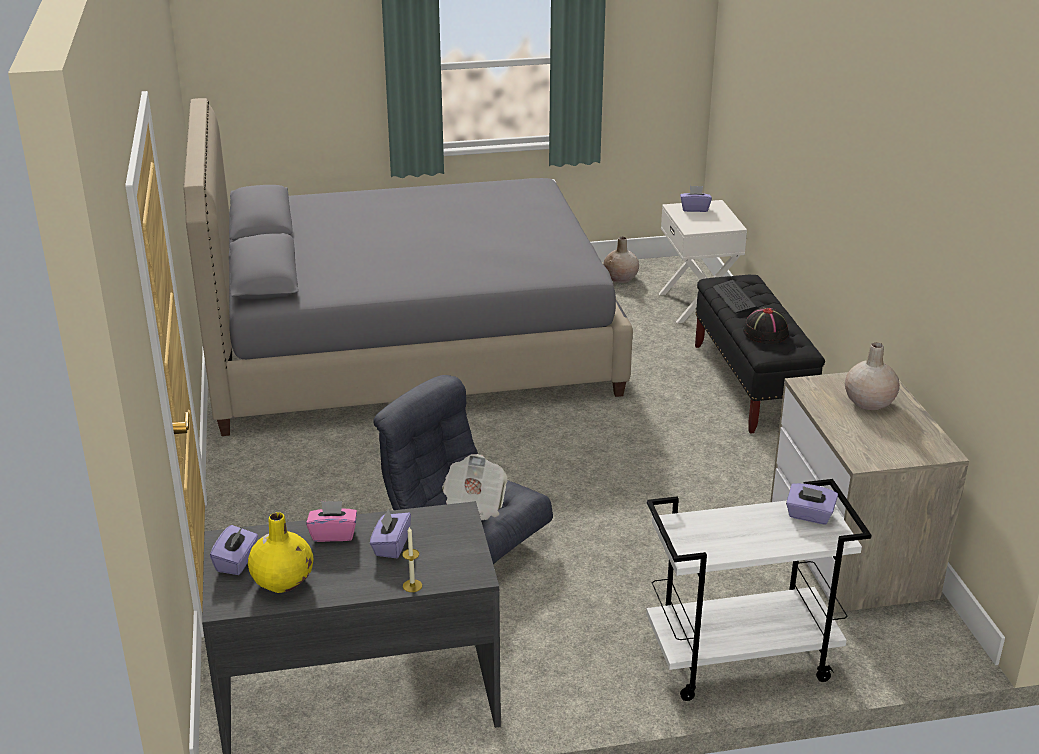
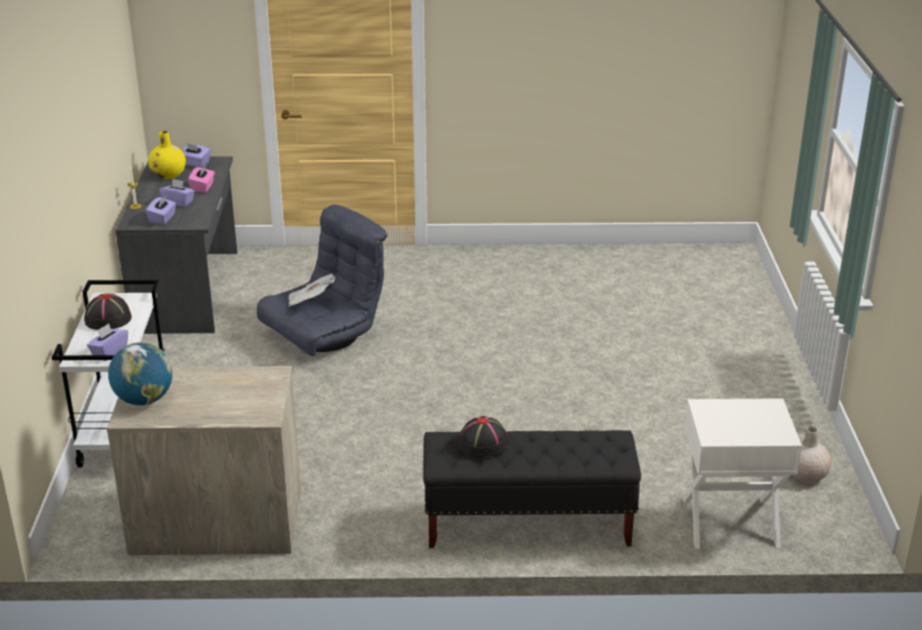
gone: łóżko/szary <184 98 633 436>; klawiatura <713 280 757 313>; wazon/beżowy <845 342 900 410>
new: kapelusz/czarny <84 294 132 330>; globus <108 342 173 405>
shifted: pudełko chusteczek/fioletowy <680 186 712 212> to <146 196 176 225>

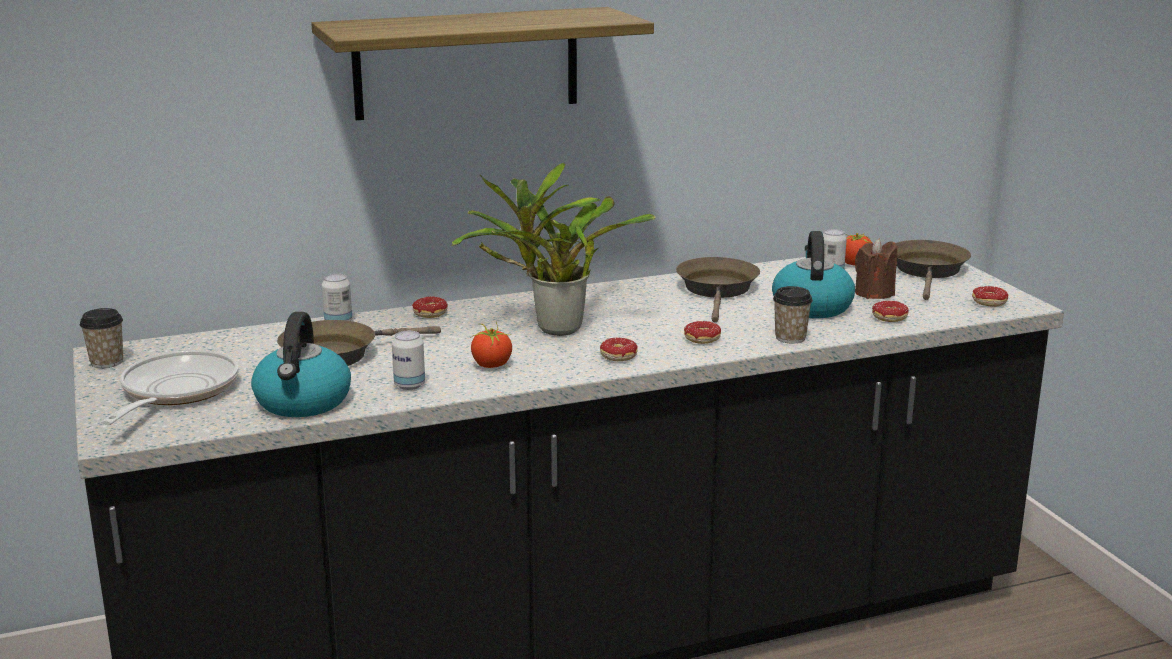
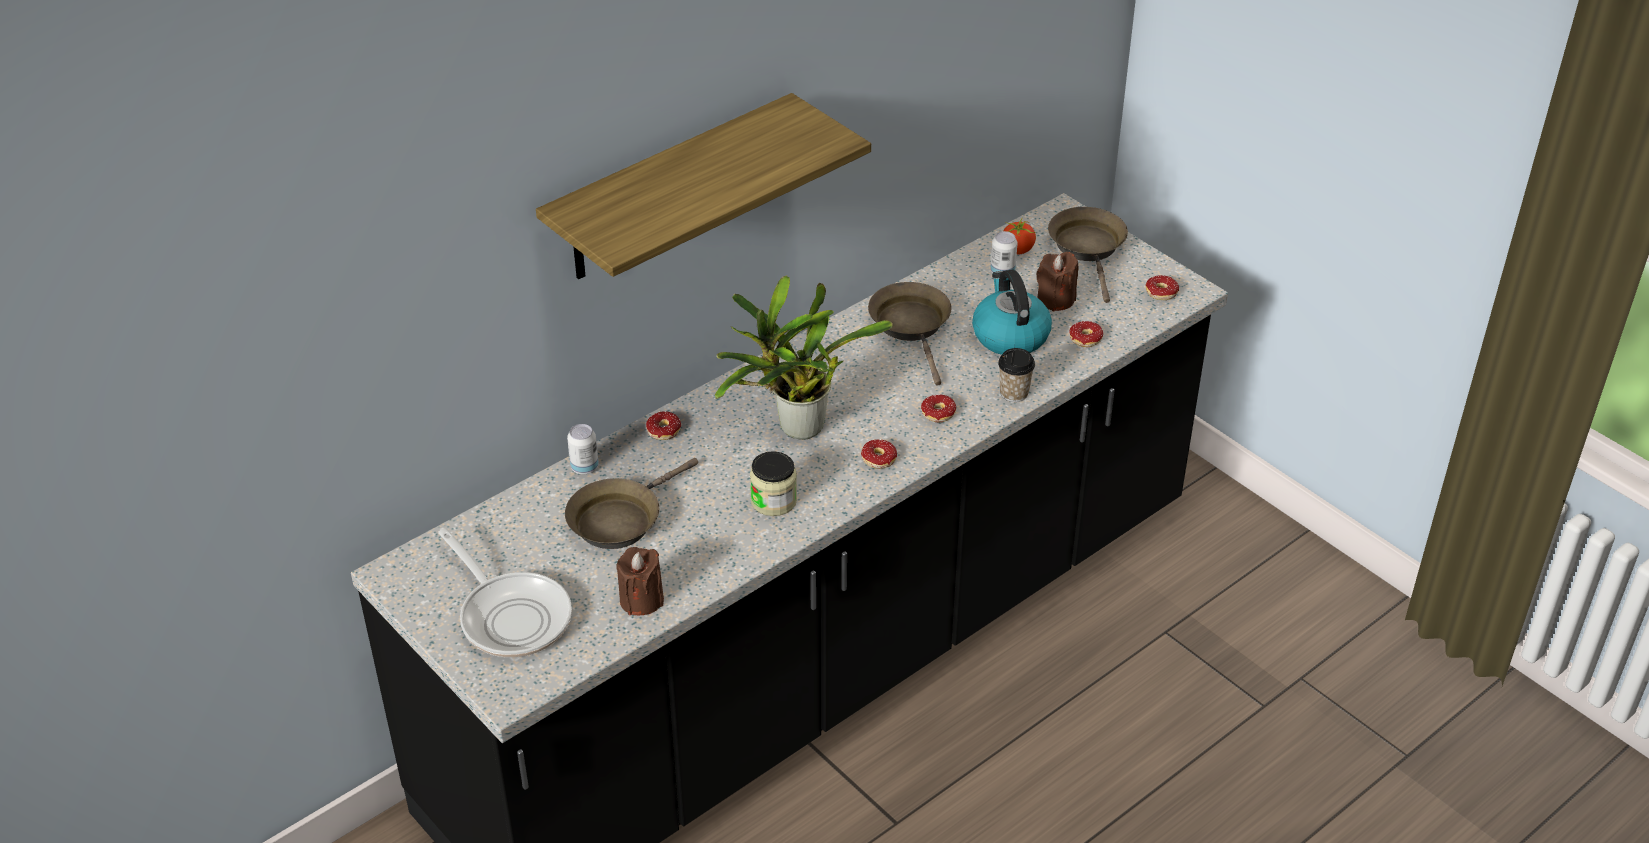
gone: filiżanka <80 308 123 368>; puszka <392 331 425 390>
swapped: czajnik <251 312 351 417> to świeca/brązowy <616 547 664 615>; pomidor <471 321 512 368> to słoik <750 451 797 516>
rotated: patelnia <101 350 239 425> = <438 528 572 657> 150 degrees clockwise

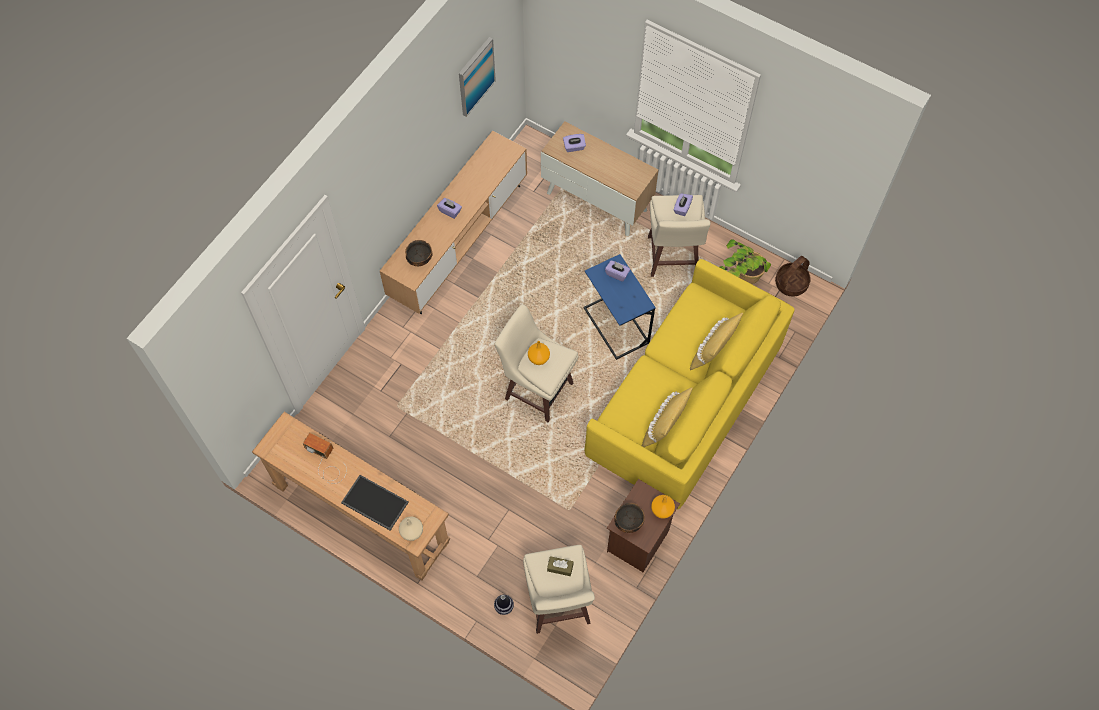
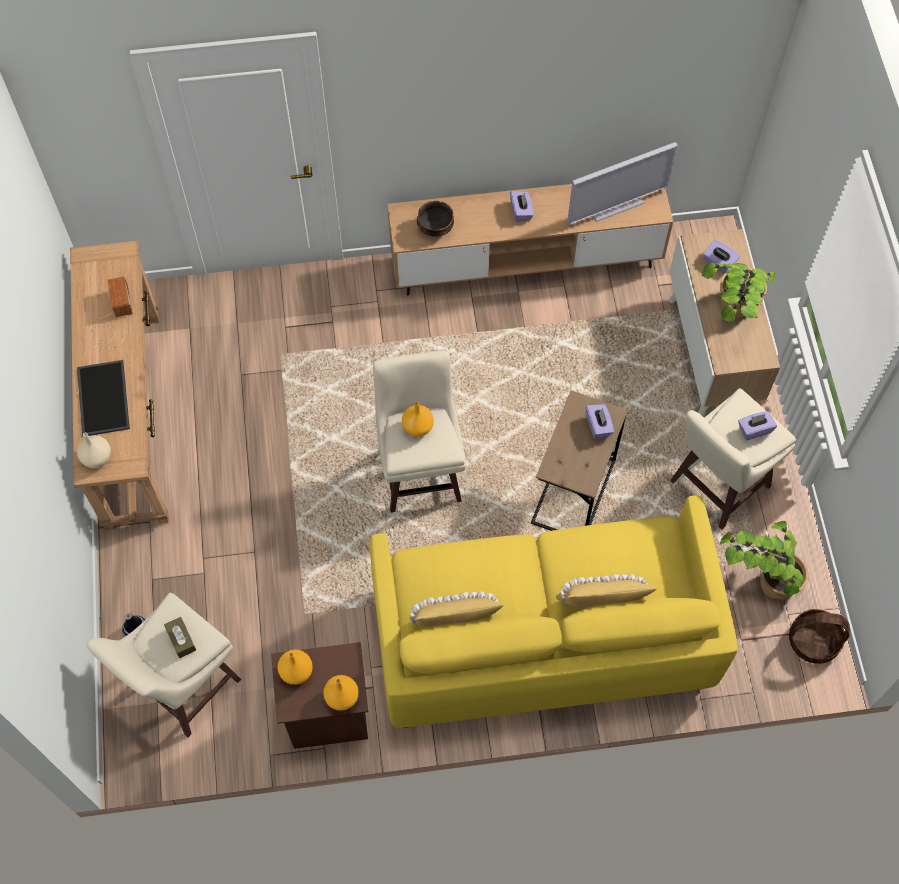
gone: obraz <459 37 496 117>
new: telewizor <567 142 677 225>; roślina doniczkowa <701 263 776 322>
swapped: miska <614 503 645 533> to wazon/pomarańczowy <277 650 313 685>
repainted: stolik/niebieski <583 254 656 360> to stolik/brązowy <531 390 628 531>

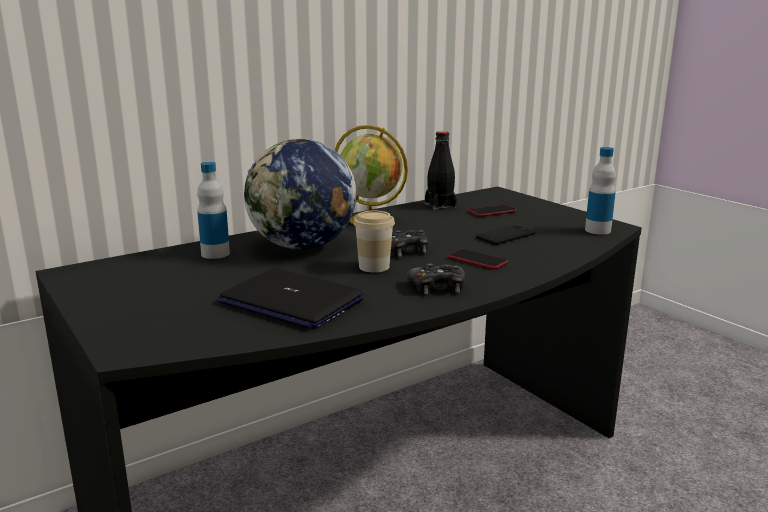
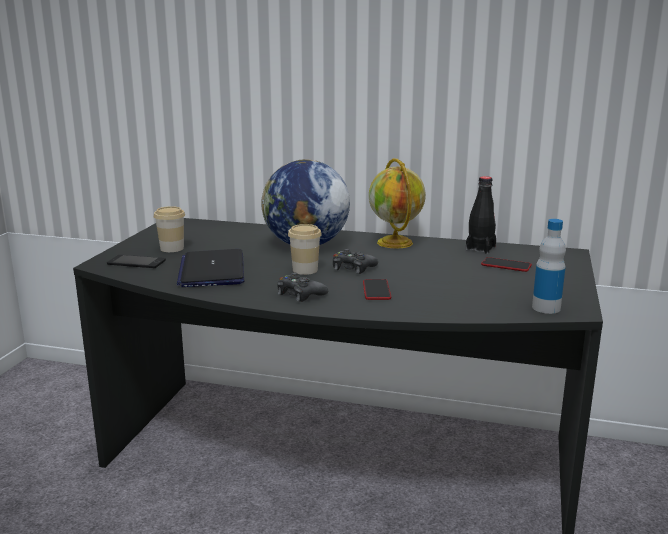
gone: butelka <197 162 230 259>
new: filiżanka <154 206 185 252>
shifted: telefon <476 225 536 245> to <107 255 166 268>

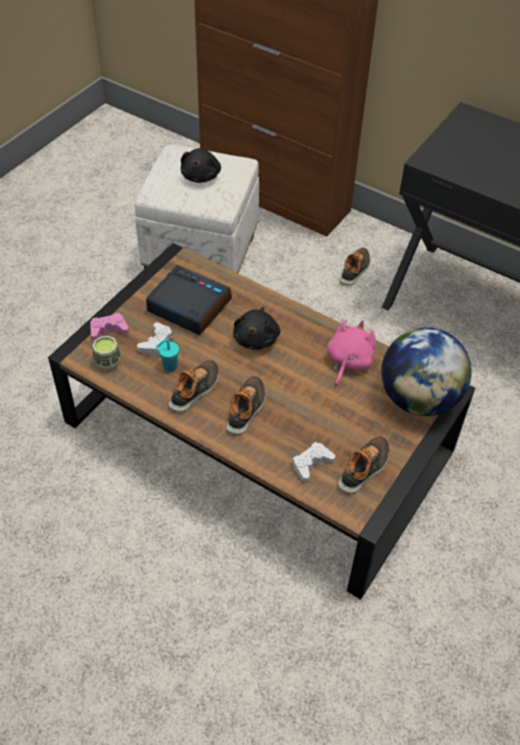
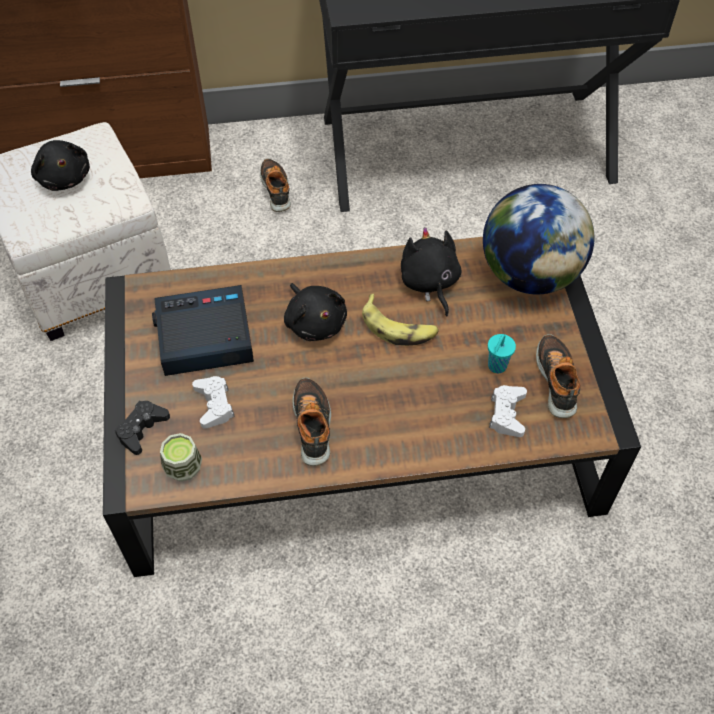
gone: but <226 375 266 435>
new: banan <362 294 439 346>
shifted: filiżanka/turkusowy <156 339 179 372> to <488 334 516 373>
repainted: pad do gier/różowy <90 313 129 340> to pad do gier/czarny <115 401 170 455>; pluszak/różowy <327 320 376 386> to pluszak/czarny <401 227 462 316>

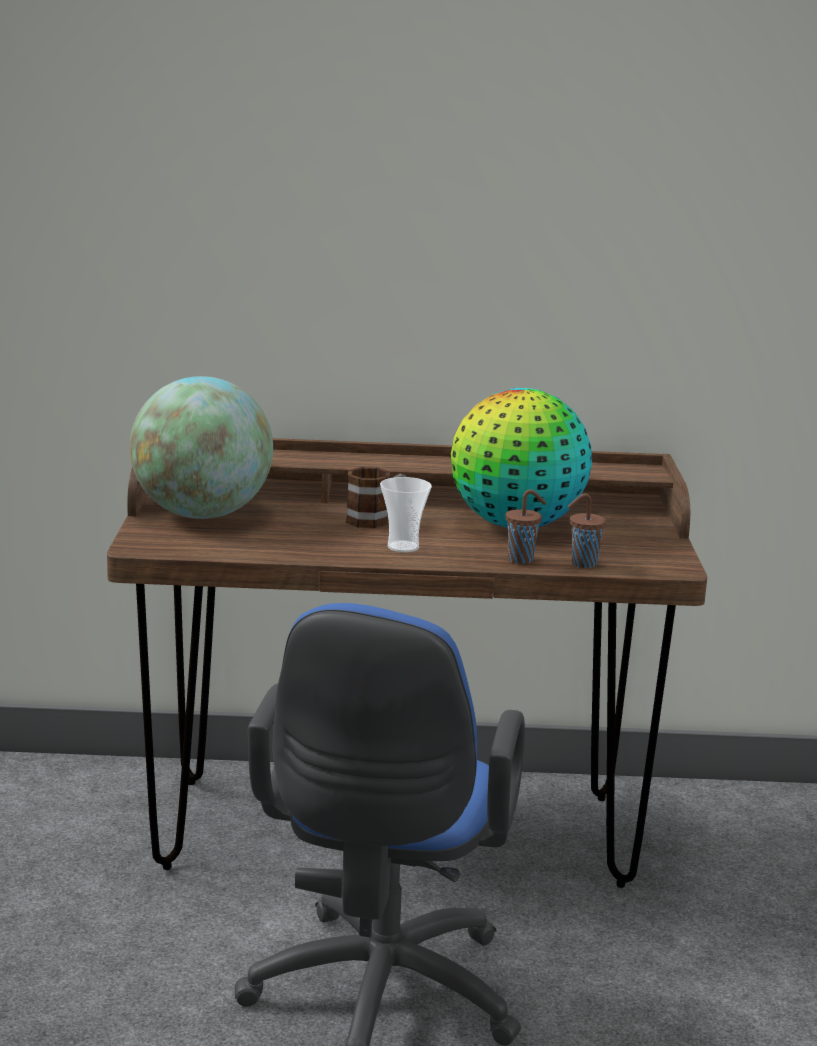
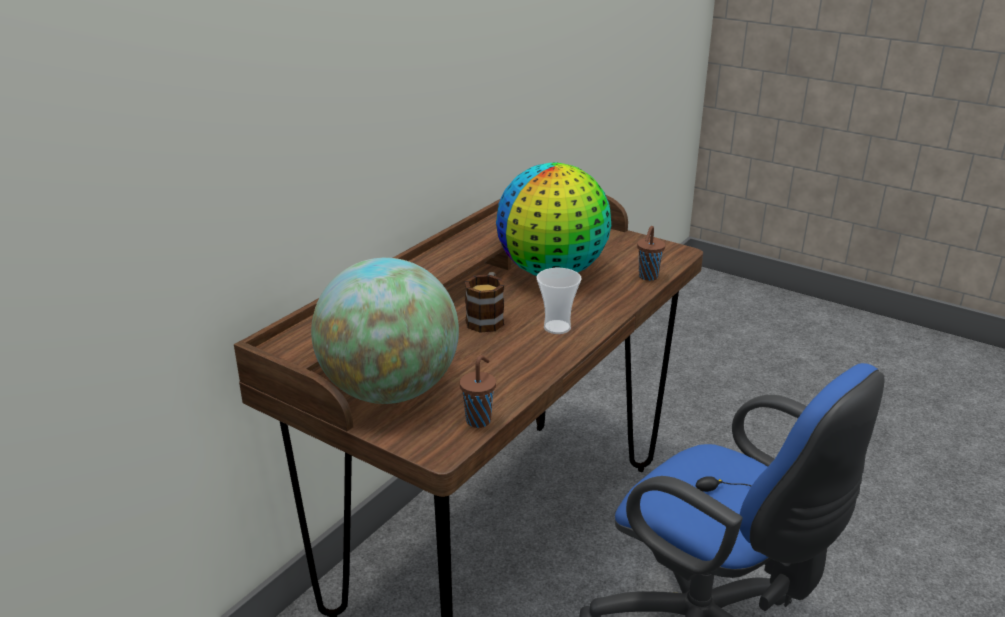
shifted: filiżanka/brązowy <506 489 546 564> to <460 355 496 428>

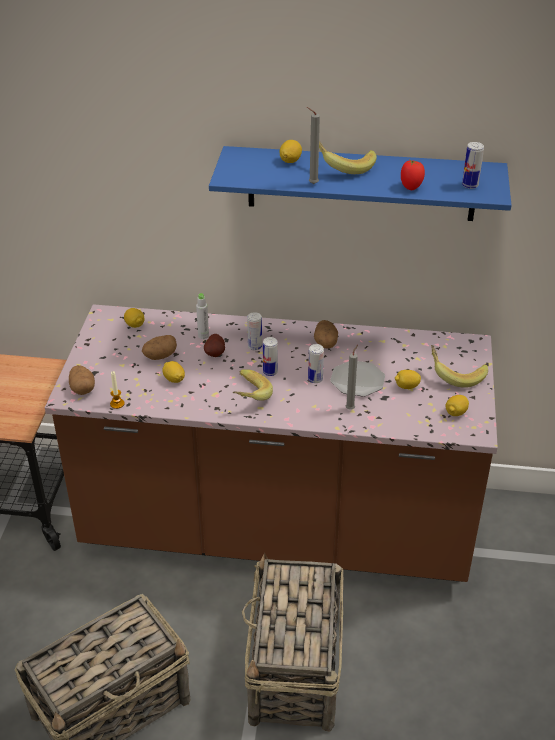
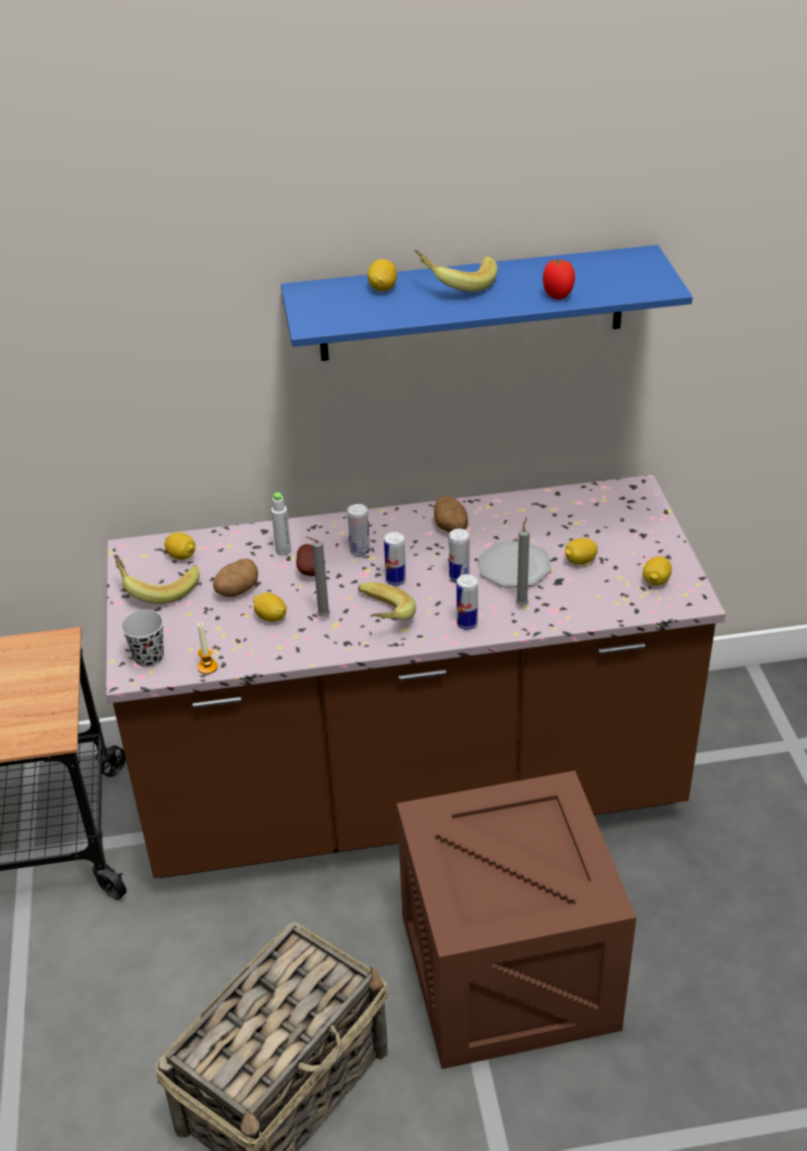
shifted: banan <431 345 488 388> to <114 555 199 604>; świeca/szary <307 107 320 184> to <306 536 330 617>; puszka <462 142 484 189> to <456 574 478 630>
swapped: ziemniak <69 365 95 395> to filiżanka/czarny <121 610 164 667>; koszyk <242 553 343 732> to skrzynka <397 771 636 1069>

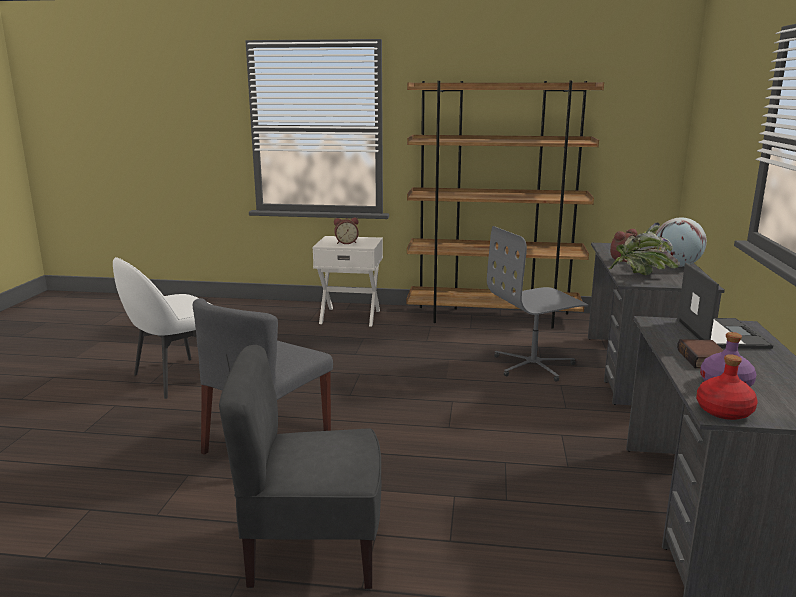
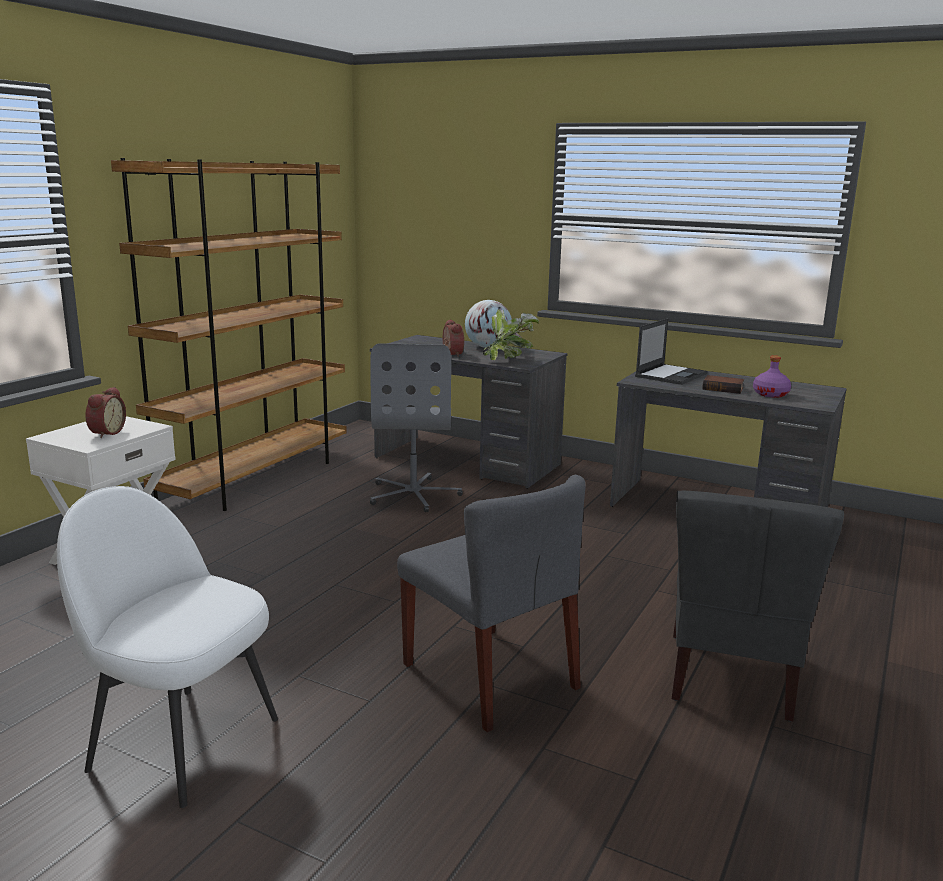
gone: butelka/czerwony <696 354 758 420>
rotated: krzesło/biały <113 257 212 399> = <57 486 278 808> 135 degrees clockwise; laptop <677 263 773 349> = <635 318 708 385> 105 degrees clockwise

